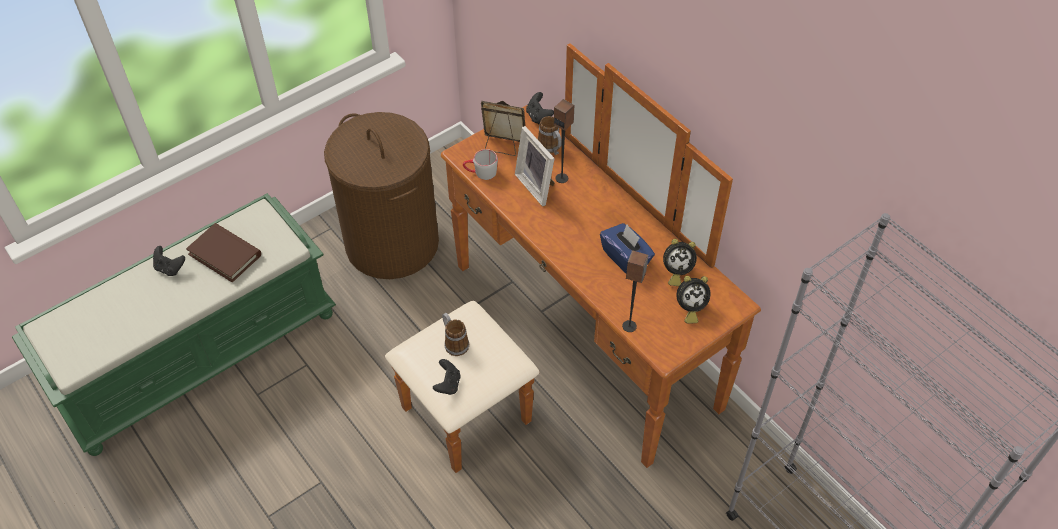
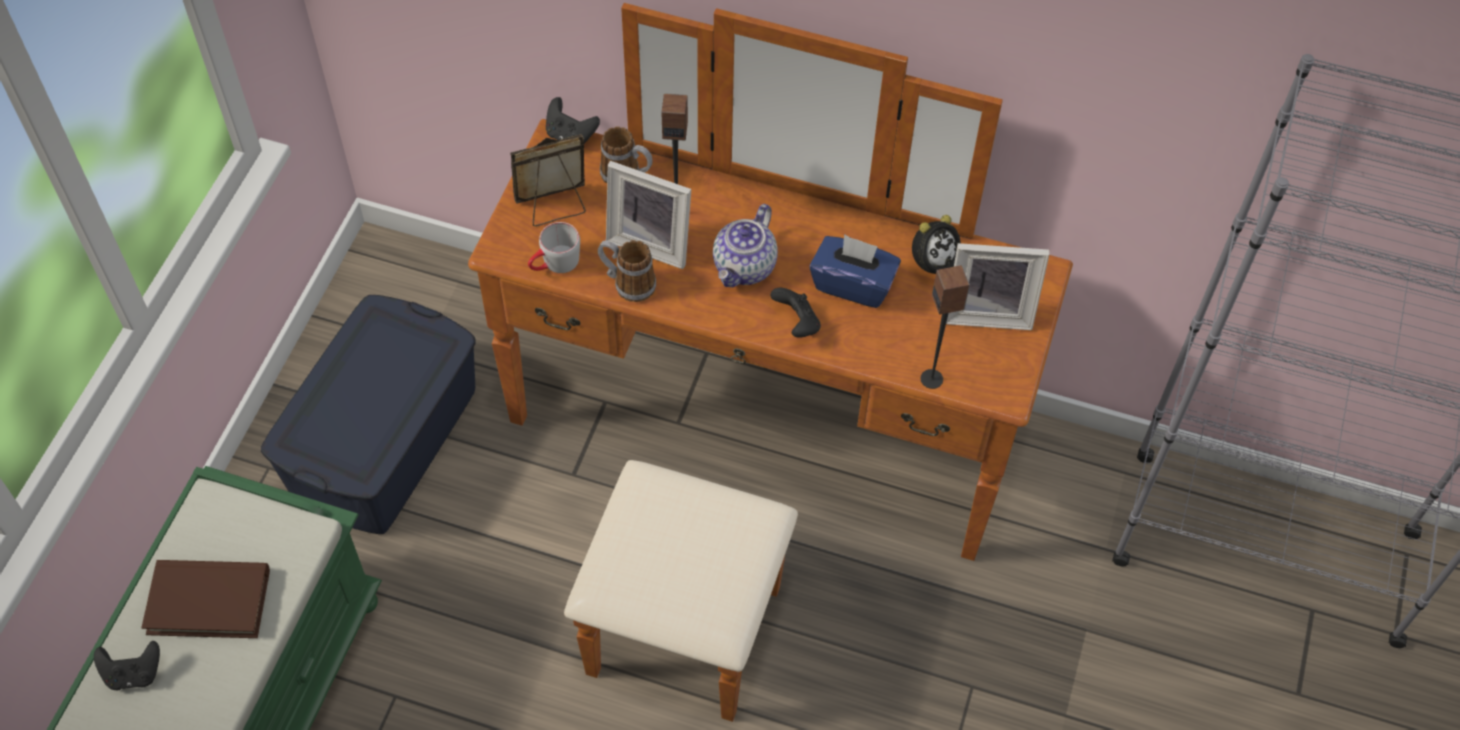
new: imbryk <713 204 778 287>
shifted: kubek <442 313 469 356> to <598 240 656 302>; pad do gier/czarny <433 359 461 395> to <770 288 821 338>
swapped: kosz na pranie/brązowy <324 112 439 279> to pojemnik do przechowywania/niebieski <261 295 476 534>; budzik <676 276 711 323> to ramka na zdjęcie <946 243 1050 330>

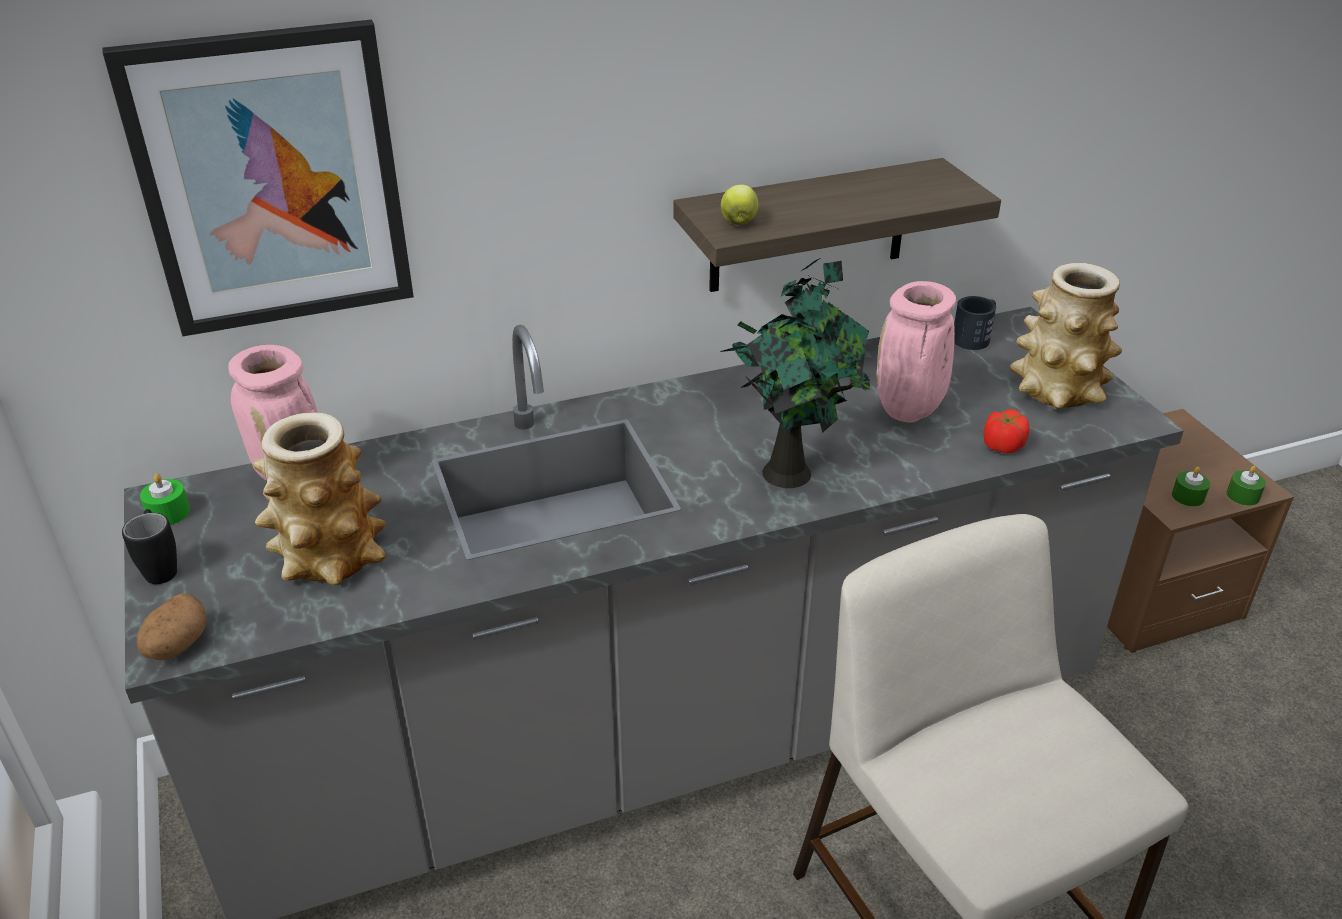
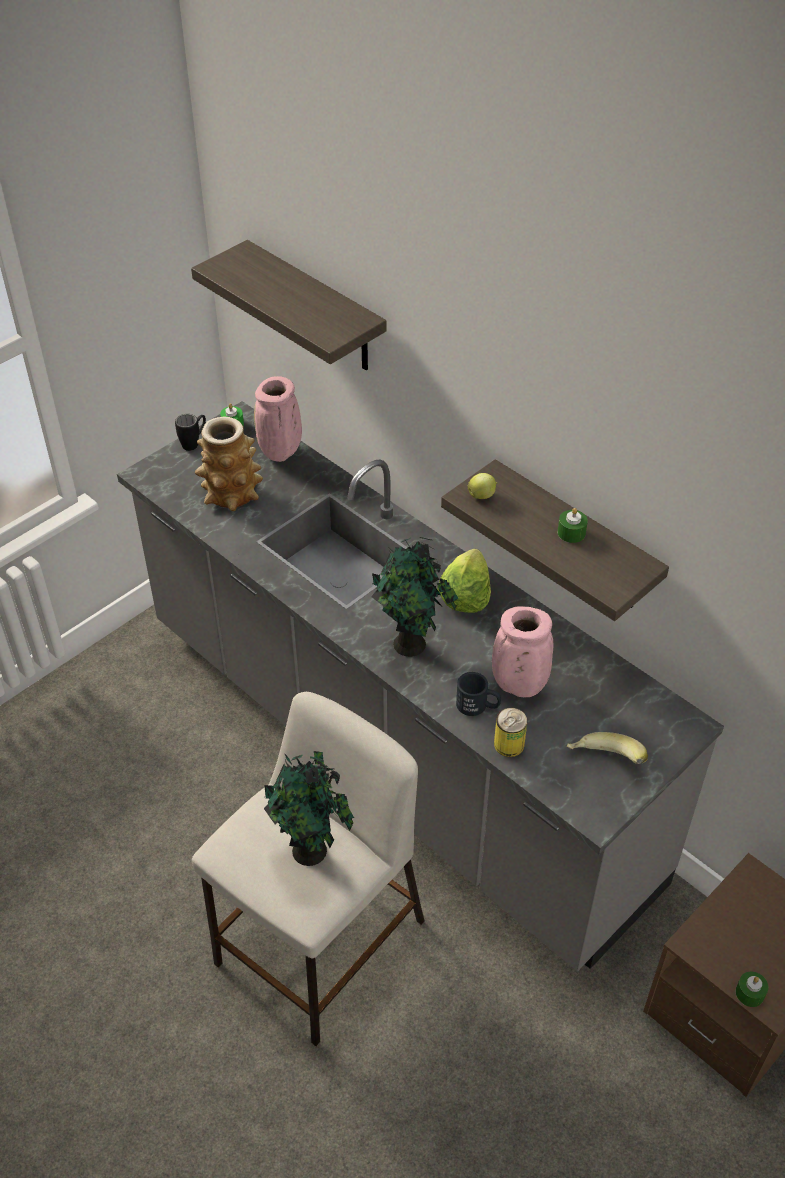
gone: ziemniak <136 593 207 660>
new: roślina doniczkowa <264 751 354 866>; sałata <437 549 491 613>
shifted: kubek/czarny <954 296 996 350> to <456 672 501 716>; świeca/zielony <1172 467 1210 507> to <558 508 588 543>
swapped: obraz <102 20 414 336> to półka <191 240 387 370>; pomidor <984 409 1030 453> to puszka <494 708 527 757>; wazon <1010 263 1122 409> to banan <567 732 648 764>

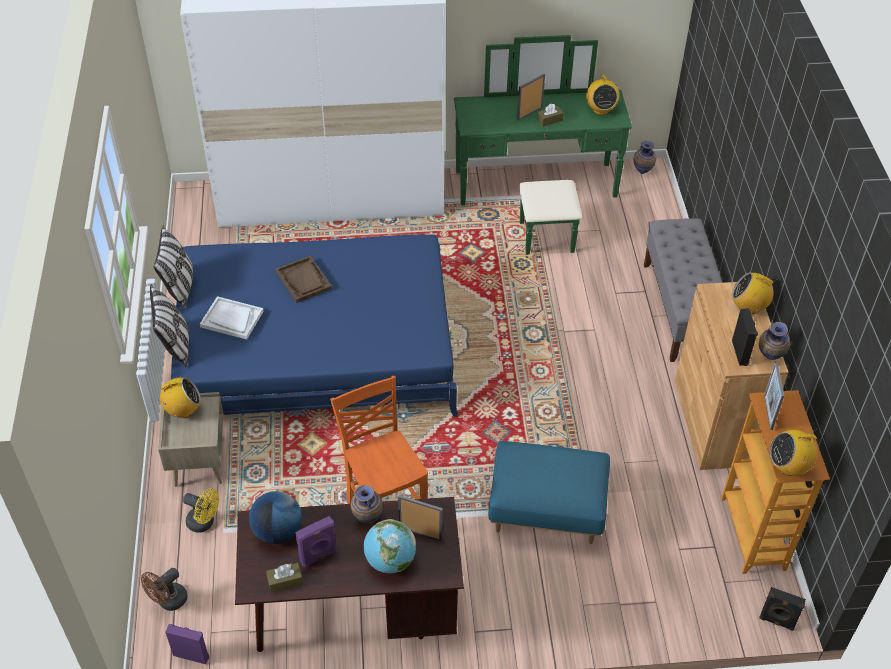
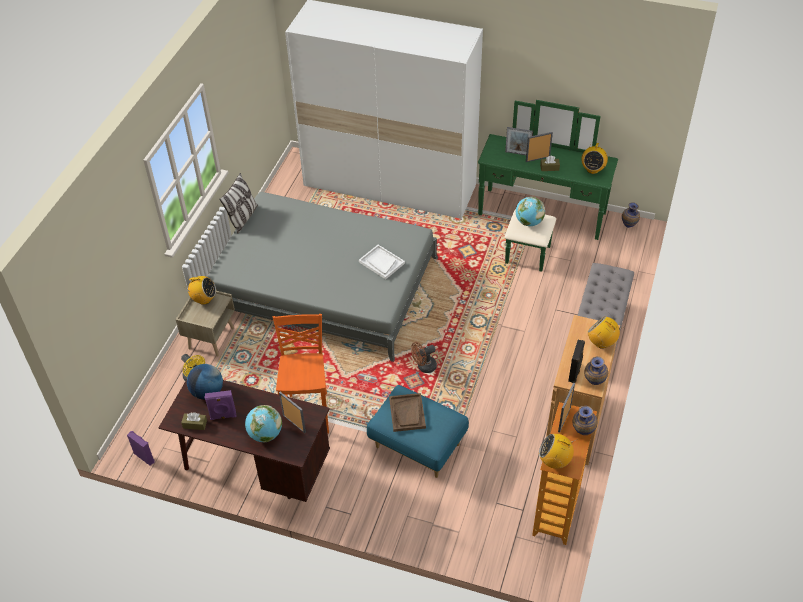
gone: poduszka <150 284 189 367>; głośnik/czarny <759 587 806 631>
new: ramka na zdjęcie <505 127 533 155>; globus <516 197 545 226>
shifted: taca/biały <200 296 264 340> to <359 245 405 279>; taca/brązowy <275 256 332 303> to <389 393 426 432>; wentylator/brązowy <141 568 188 611> to <411 342 437 373>; wazon <350 485 383 523> to <573 406 597 435>
repainted: łóżko/niebieski <171 234 458 417> to łóżko/szary <208 192 438 362>

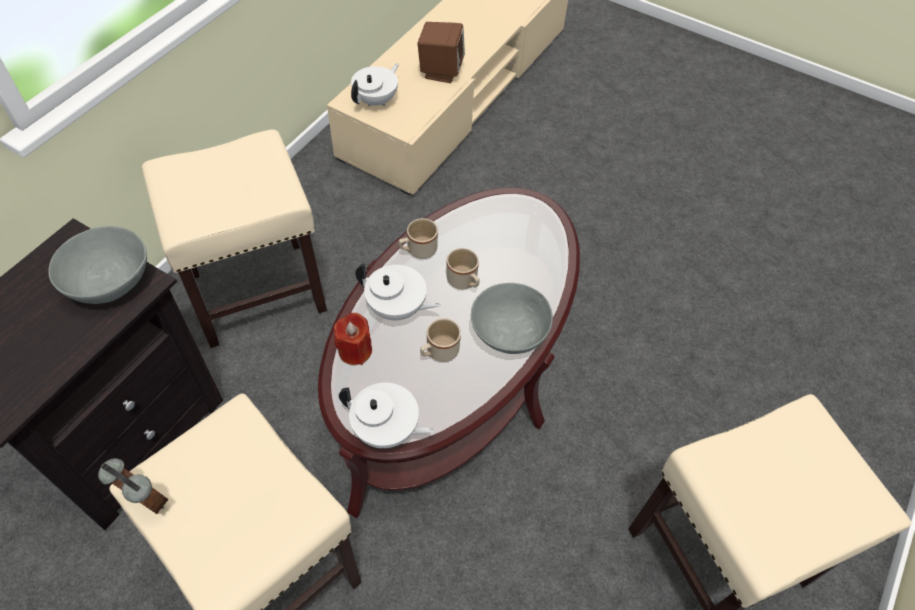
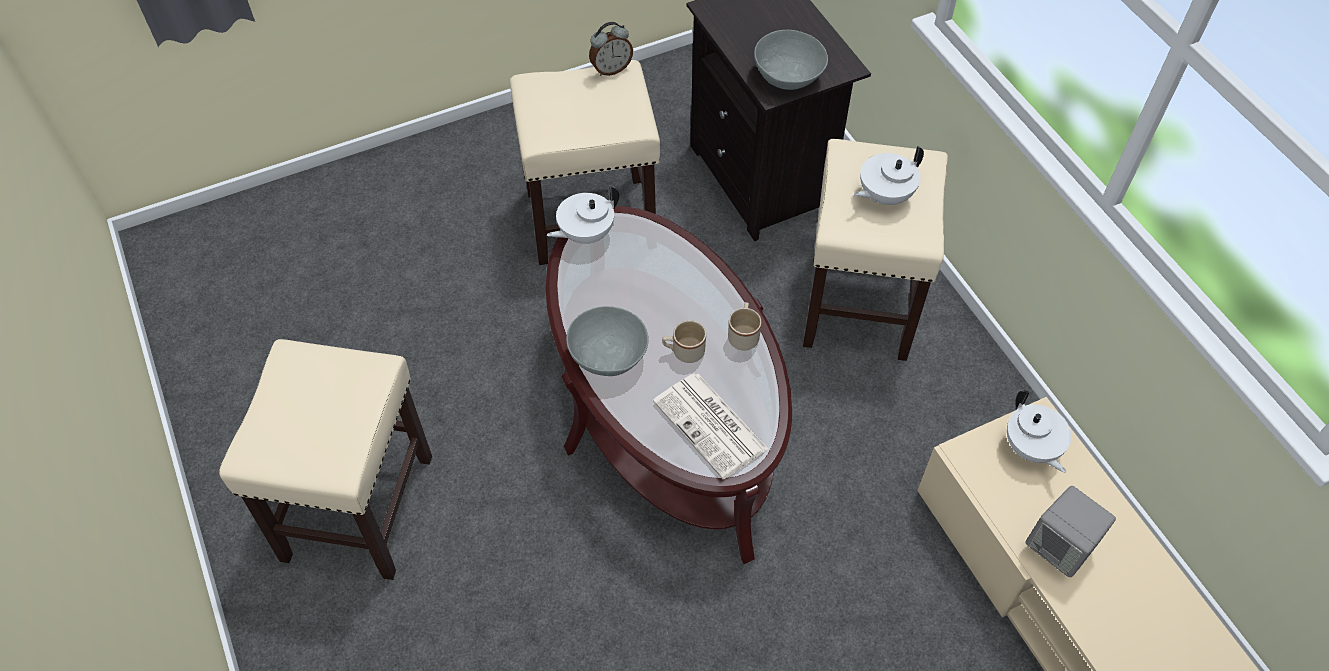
gone: świeca/czerwony <334 313 372 365>; kubek/beżowy <420 318 461 362>
new: gazeta <653 373 768 479>
shifted: imbryk/biały <355 264 440 320> to <854 146 924 205>
repainted: głośnik/brązowy <417 22 465 83> to głośnik/szary <1026 486 1116 577>

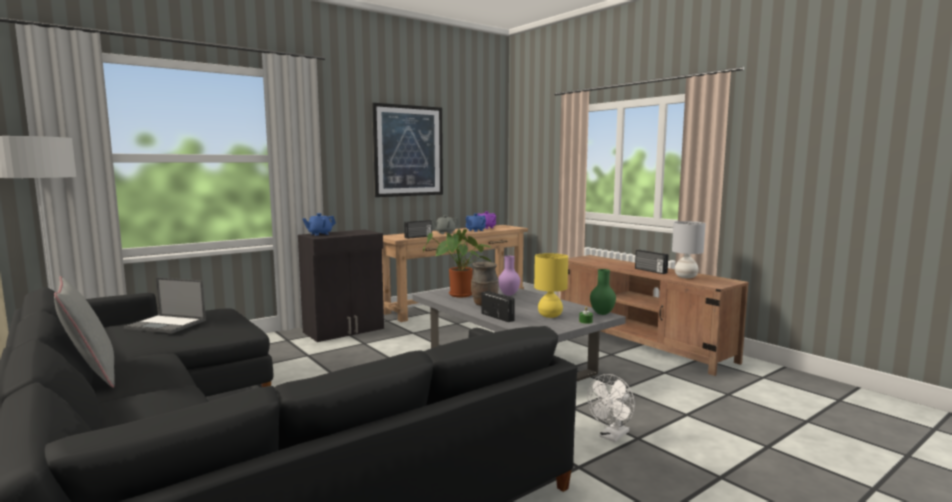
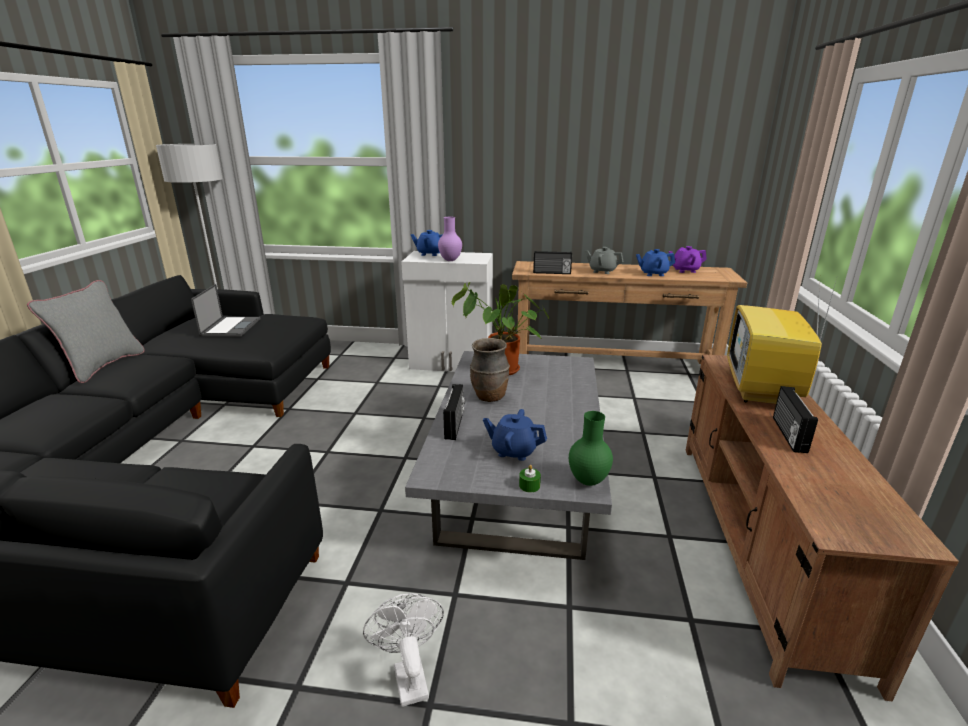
gone: obraz <372 103 443 197>; lampa stołowa/szary <672 221 706 279>
new: telewizor <727 282 836 404>
shifted: wazon/fioletowy <498 256 520 296> to <438 217 462 261>
swapped: lampa stołowa/żółty <534 253 568 318> to imbryk/niebieski <483 409 547 461>
repainted: szafka/czarny <298 229 384 342> to szafka/biały <401 251 493 372>
rotated: laptop <124 278 206 333> = <191 284 261 337> 150 degrees counterclockwise; wentylator/biały <587 374 635 442> = <363 593 444 707> 75 degrees clockwise

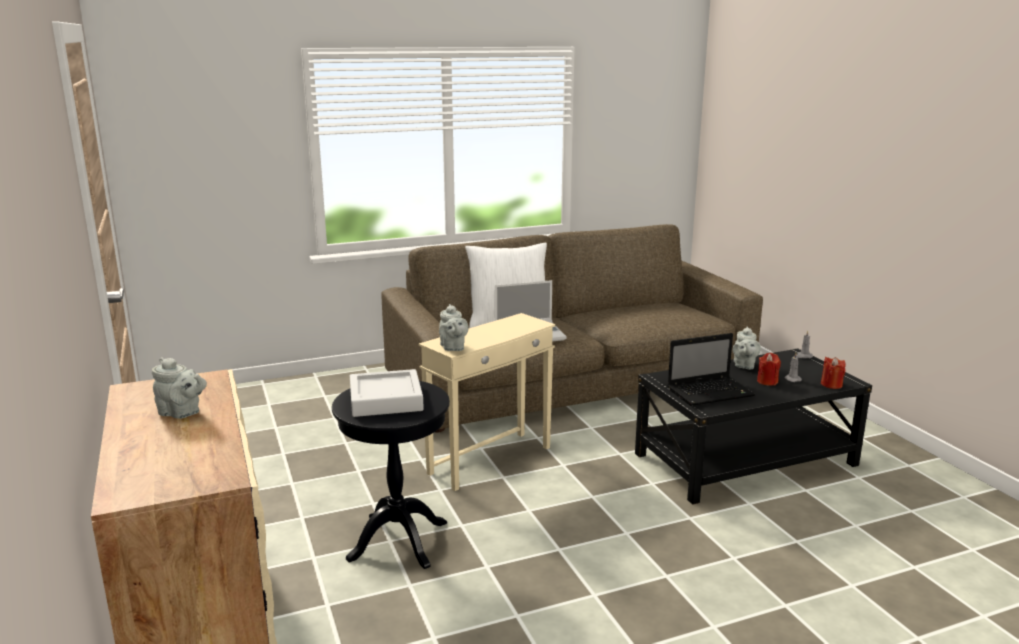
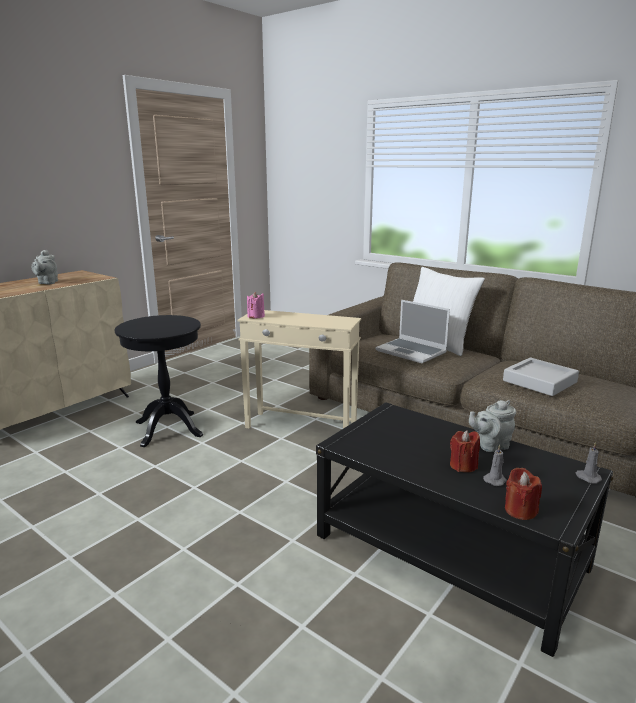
gone: laptop <667 333 755 406>
shifted: taca/szary <350 369 424 417> to <503 358 579 396>
swapped: imbryk/szary <439 304 469 351> to świeca/różowy <247 291 265 318>

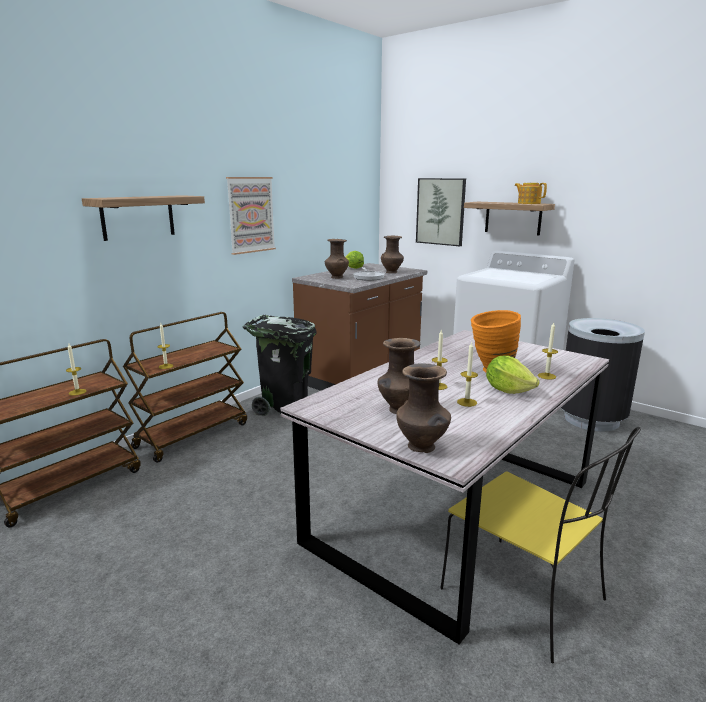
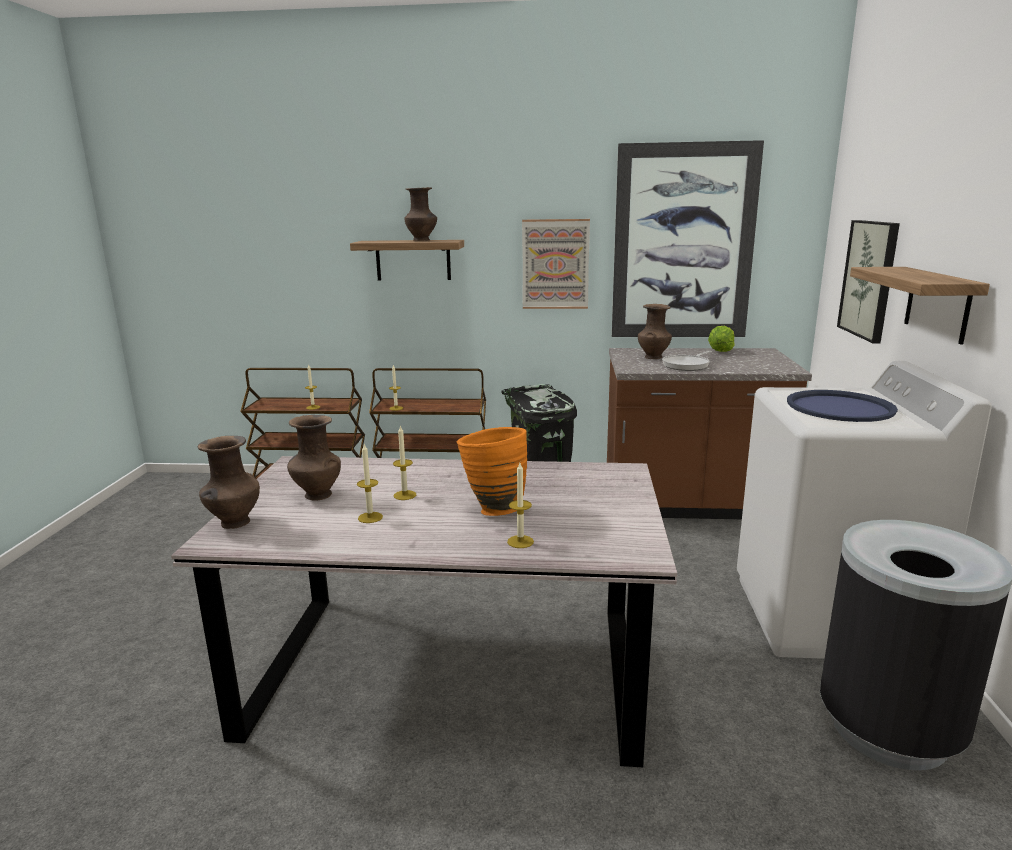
gone: krzesło/żółty <440 427 641 663>; sałata <486 355 540 394>; imbryk <514 183 547 204>
new: obraz <612 140 764 337>; taca/niebieski <787 390 898 422>
shifted: wazon/brązowy <381 236 404 273> to <405 187 437 241>

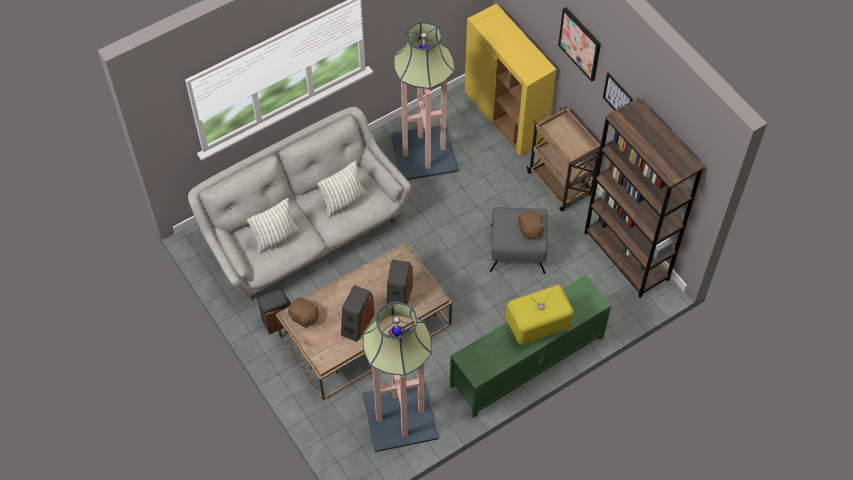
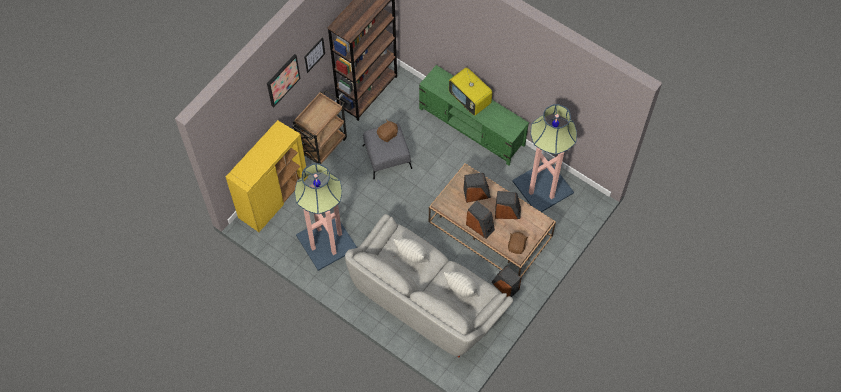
new: głośnik <466 201 495 239>

